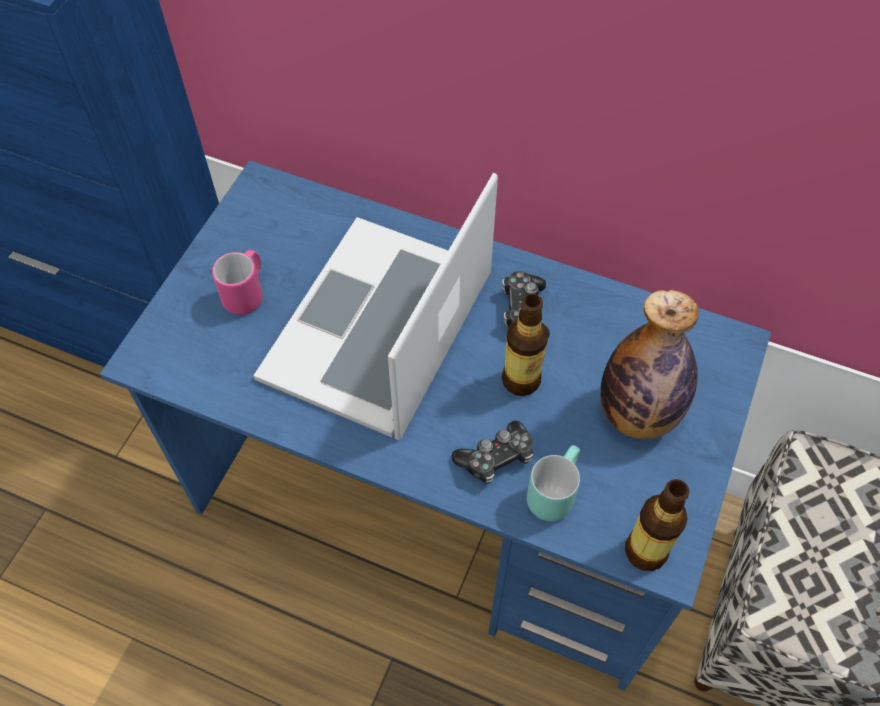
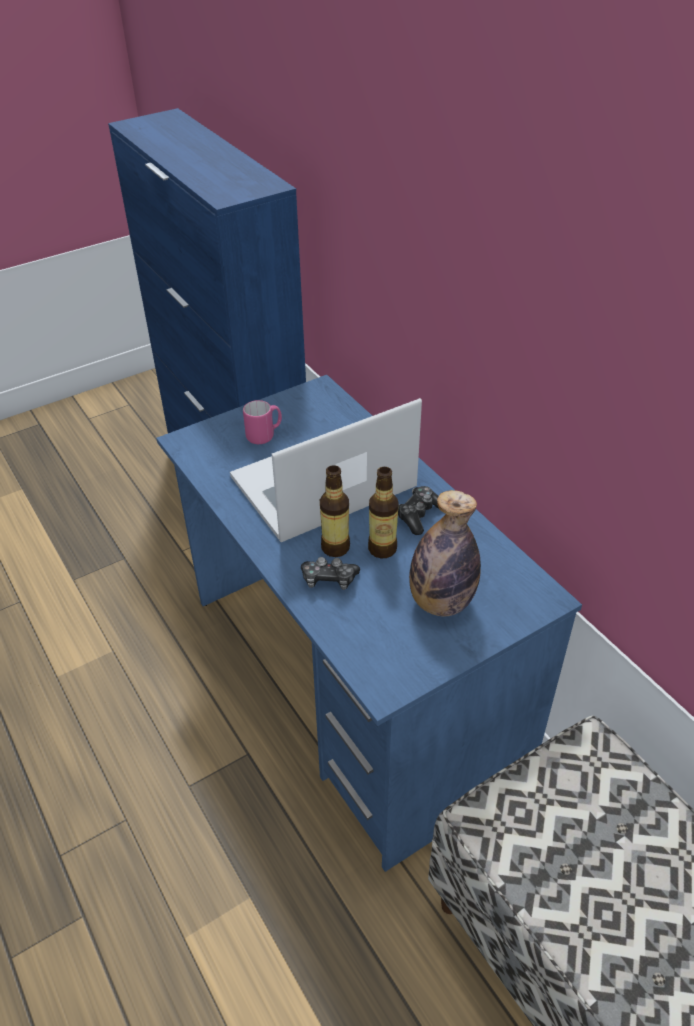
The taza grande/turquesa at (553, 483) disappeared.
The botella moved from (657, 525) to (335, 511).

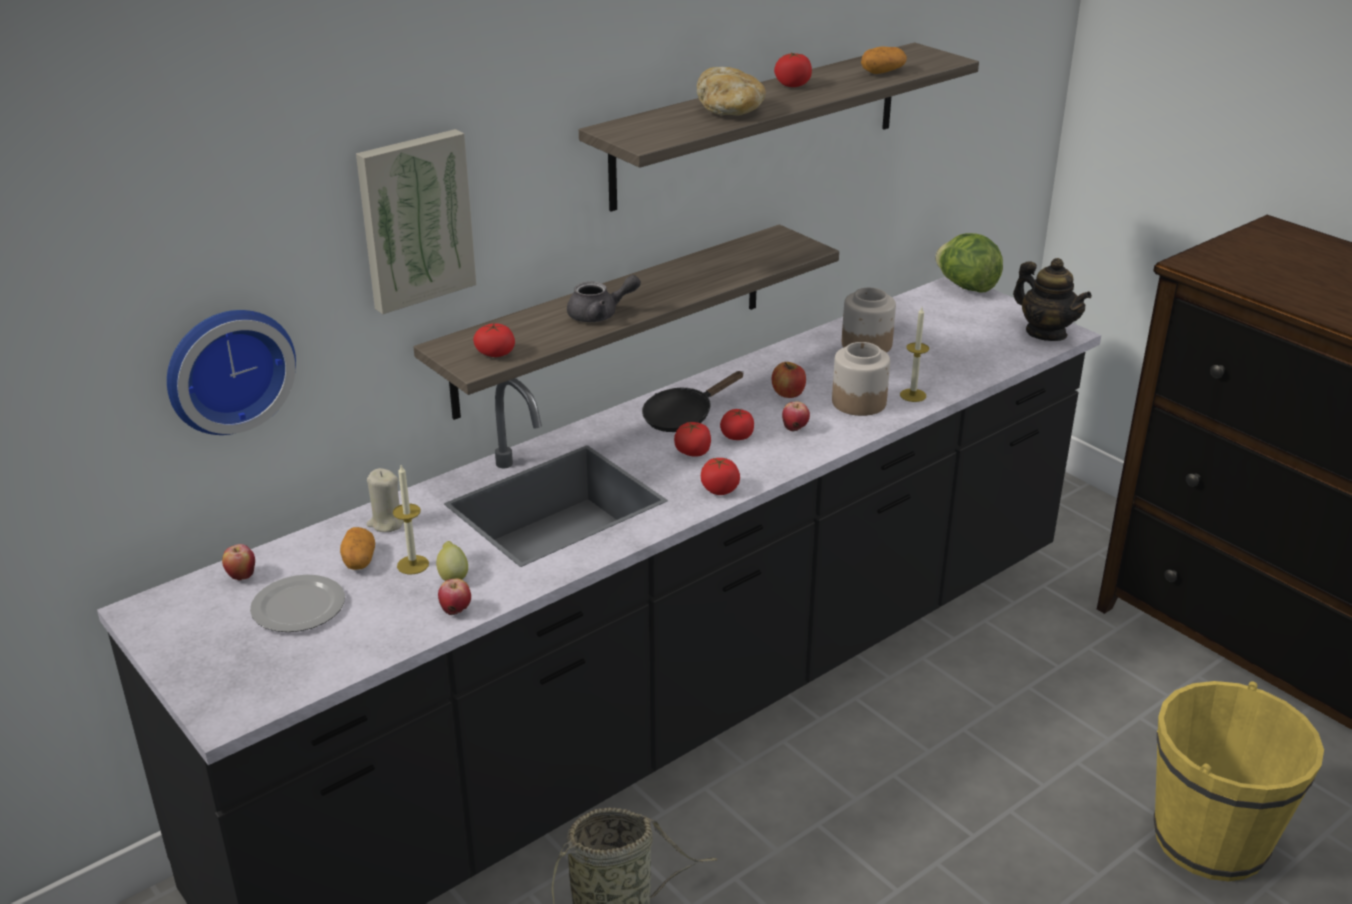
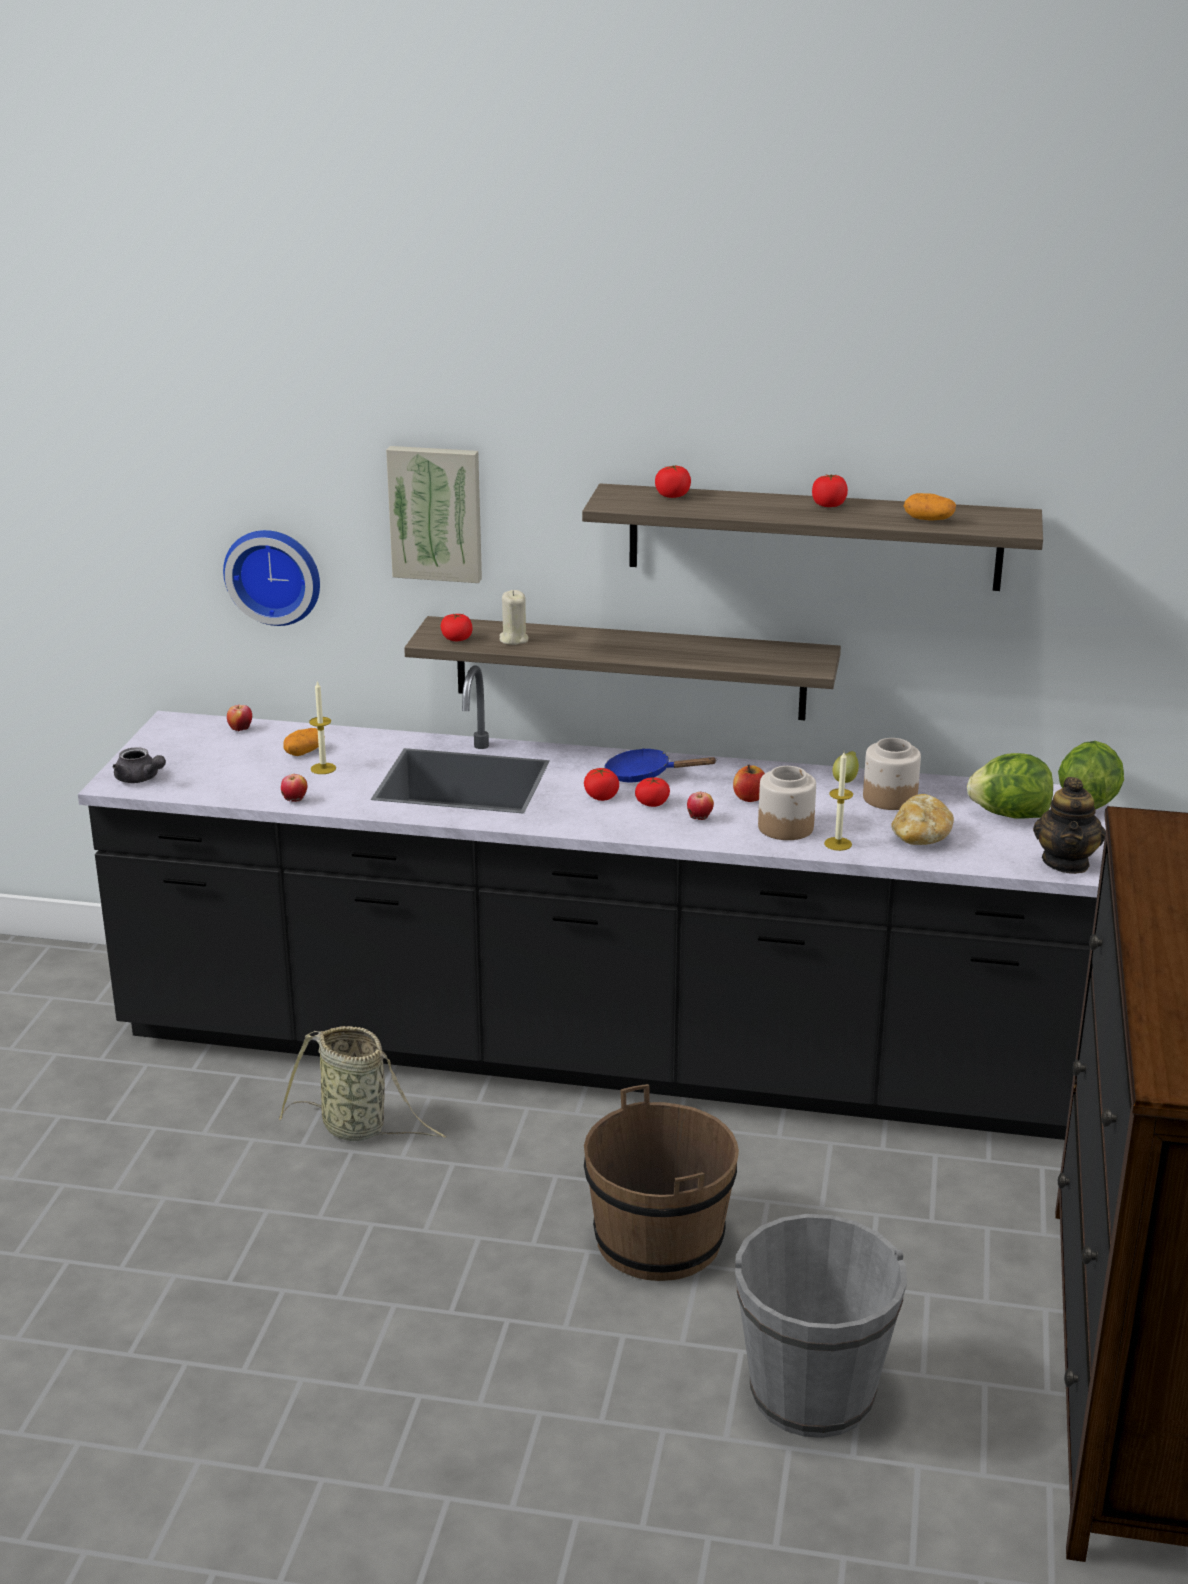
The pan moved from (731, 91) to (922, 819).
The tetera/gris moved from (604, 298) to (139, 765).
The sartén/negro at (692, 401) became the sartén/azul at (661, 765).
The tomate moved from (720, 476) to (673, 481).
The vela/beis moved from (385, 500) to (513, 617).
The limón moved from (452, 561) to (845, 767).
The plato at (297, 603) disappeared.
The cubo/amarillo at (1239, 781) became the cubo/gris at (821, 1326).
The lechuga at (1010, 786) appeared.
The cubo/marrón at (661, 1182) appeared.

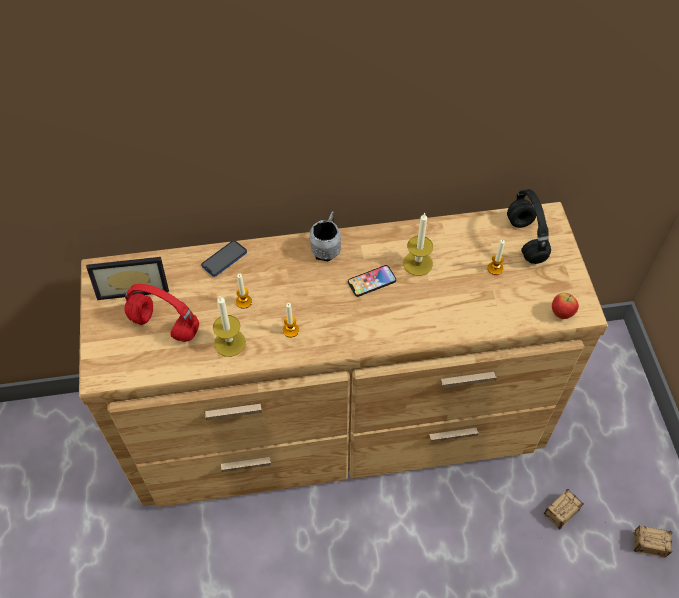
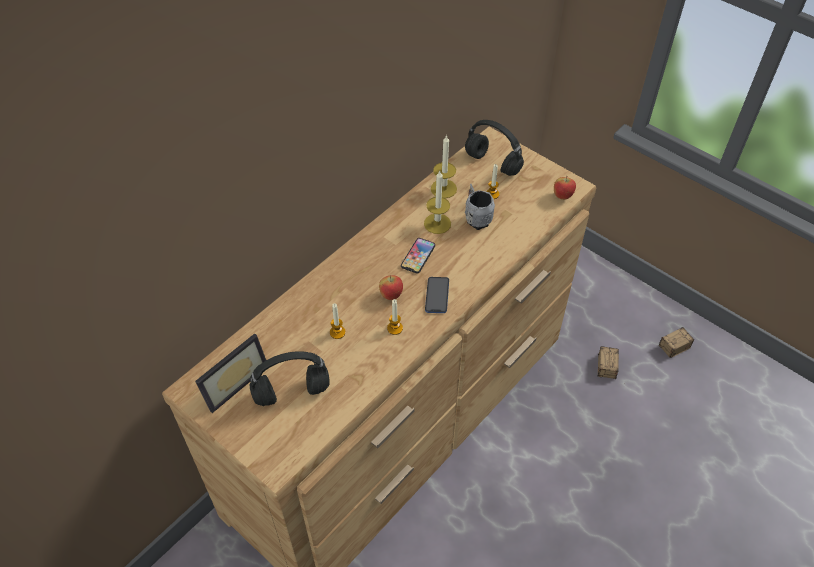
The taza grande/gris moved from (325, 237) to (480, 207).
The móvil moved from (224, 258) to (437, 295).
The auriculares/rojo at (161, 313) became the auriculares/negro at (290, 378).
The vela moved from (229, 326) to (444, 166).
The manzana at (391, 287) appeared.

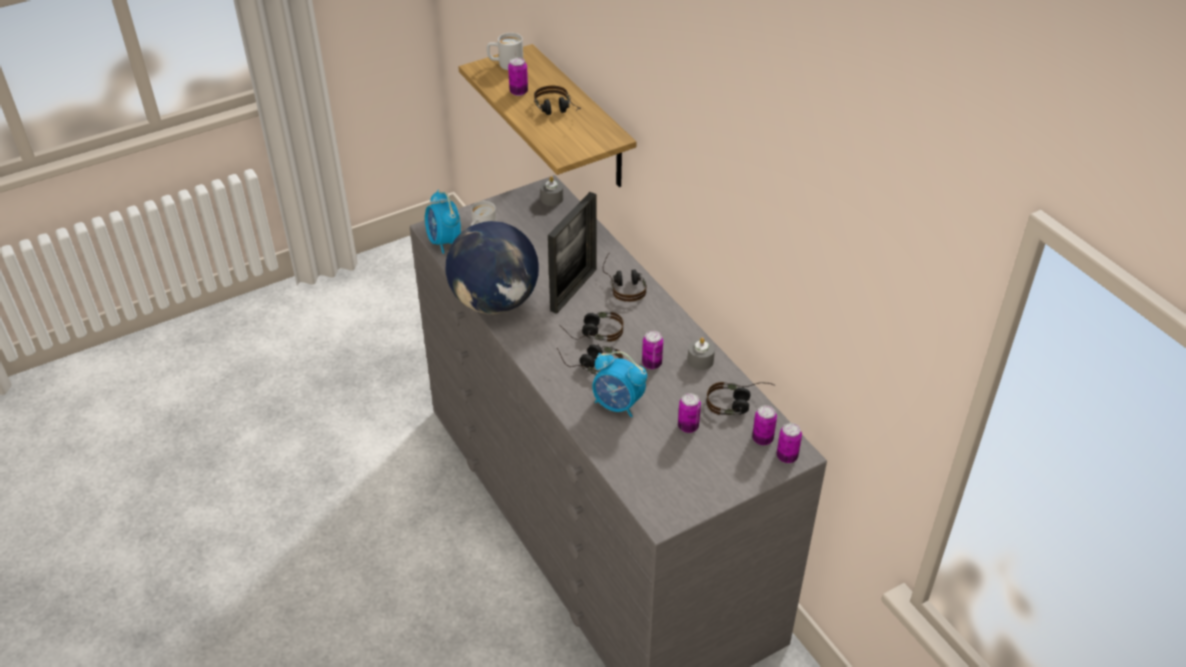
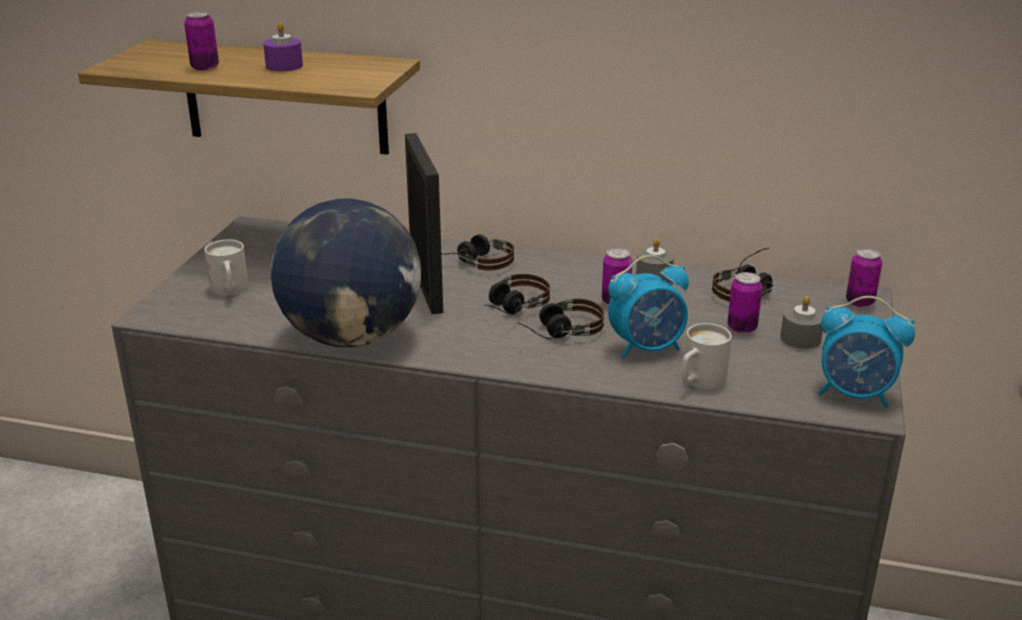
The taza grande/blanco moved from (505, 51) to (706, 356).
The auriculares at (557, 100) was replaced by the vela/morado at (283, 46).
The vela/gris moved from (551, 191) to (802, 322).
The despertador moved from (443, 222) to (866, 352).
The lata at (764, 425) disappeared.

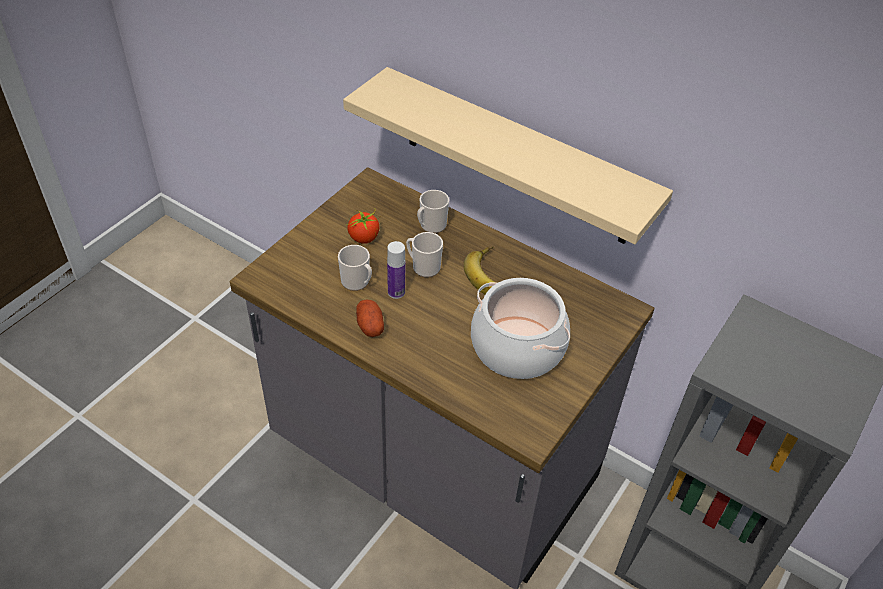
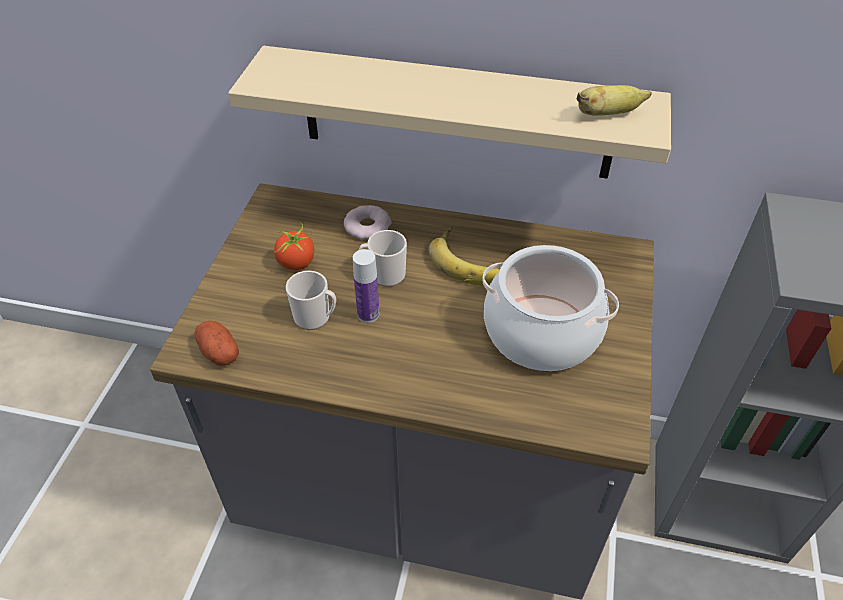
The taza grande at (433, 211) was replaced by the rosquilla at (368, 222).
The patata moved from (370, 318) to (216, 343).
The plátano at (614, 100) appeared.

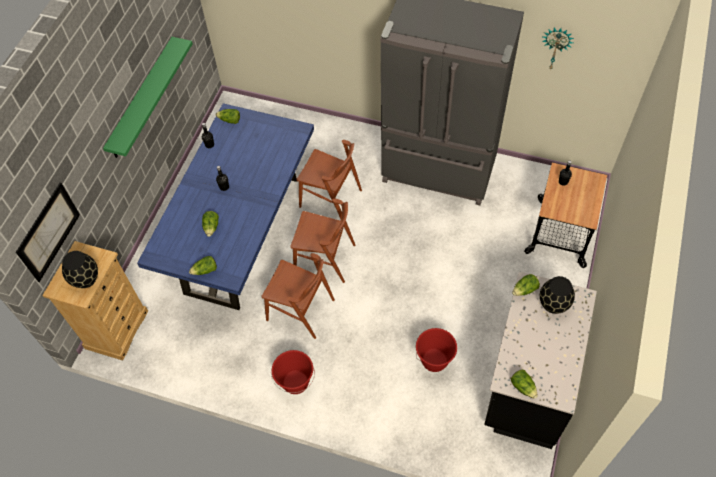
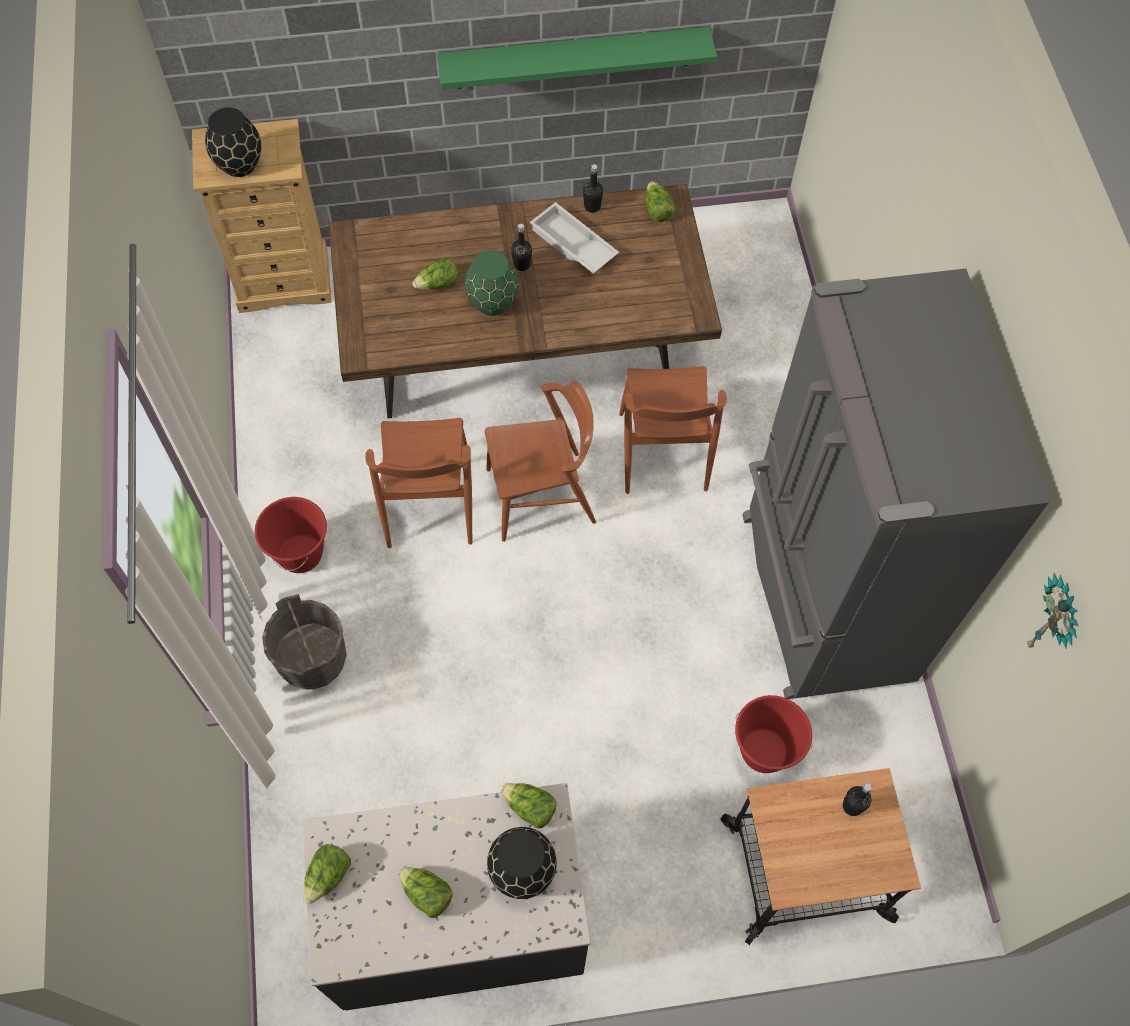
The mesa de comedor/azul at (225, 206) became the mesa de comedor/marrón at (525, 301).
The cuadro at (48, 232) disappeared.
The silla/marrón at (323, 241) turned 90 degrees counterclockwise.
The lechuga moved from (203, 265) to (425, 892).
The cubo/rojo moved from (436, 350) to (773, 734).
The bandeja/blanco at (574, 238) appeared.
The florero/verde at (491, 283) appeared.
The cubo/gris at (304, 641) appeared.

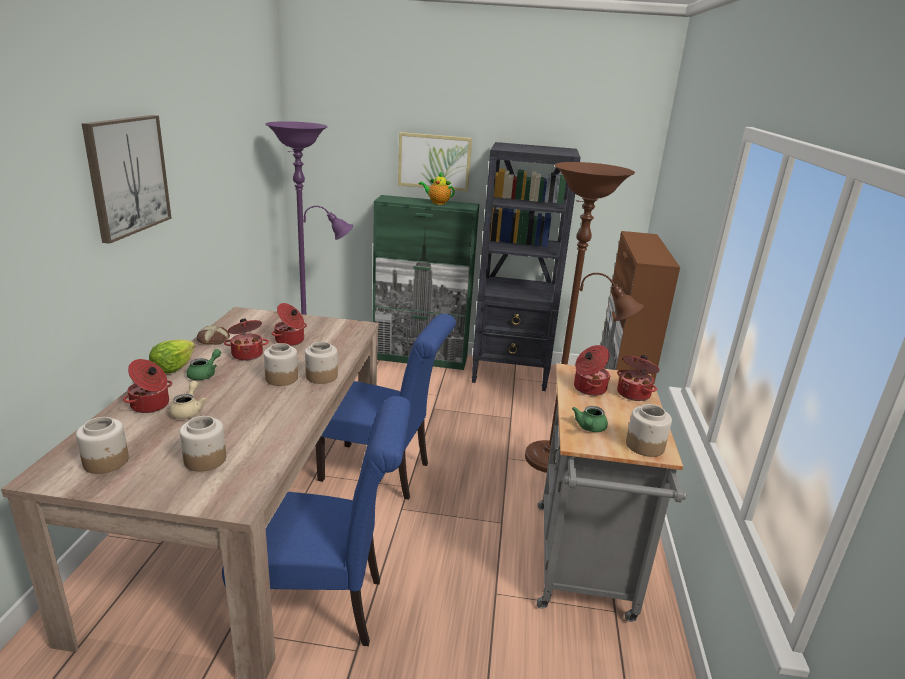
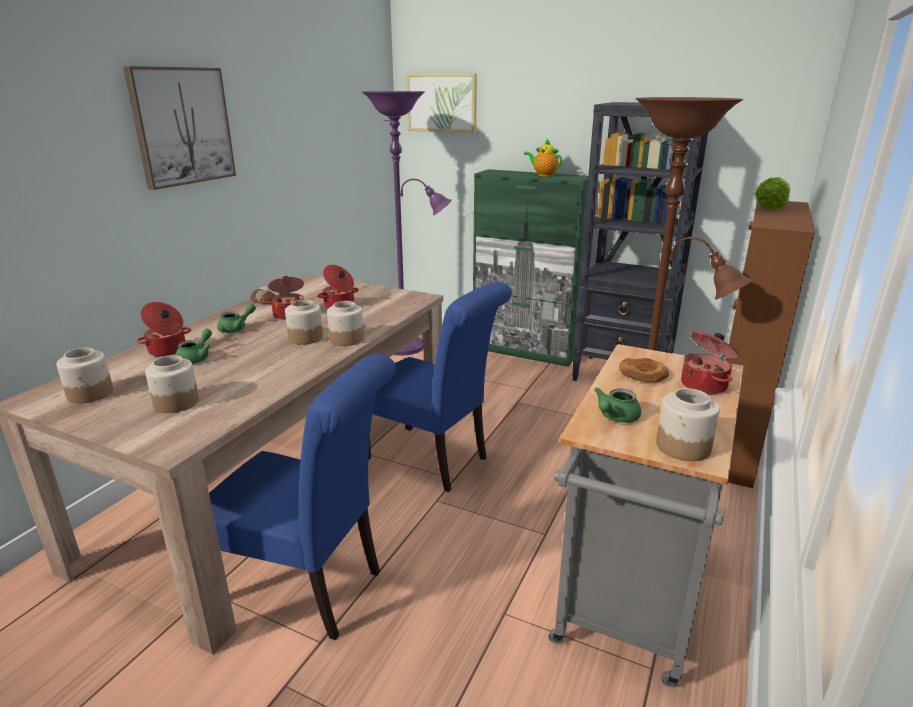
The cuadro moved from (435, 162) to (441, 103).
The lechuga moved from (172, 356) to (772, 193).
The olla at (592, 370) was replaced by the pan at (644, 370).
The tetera/beis at (188, 400) became the tetera/verde at (193, 346).

